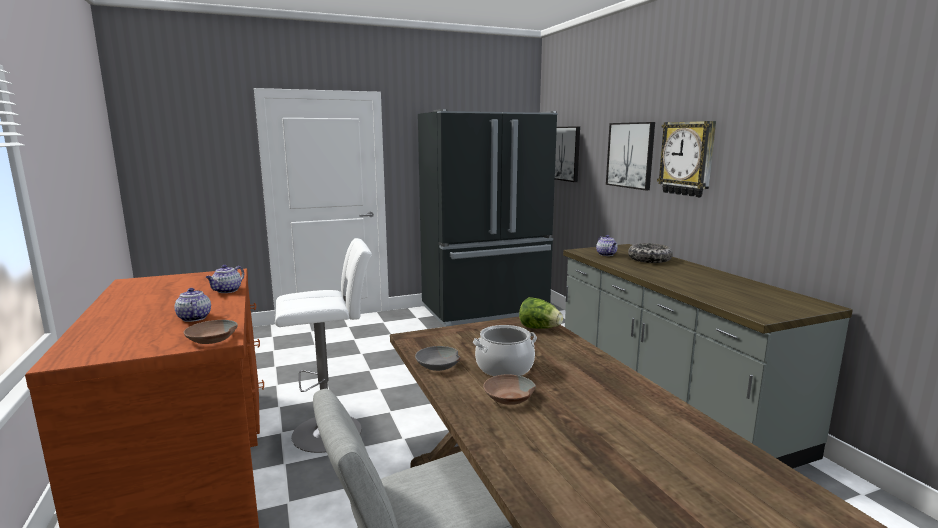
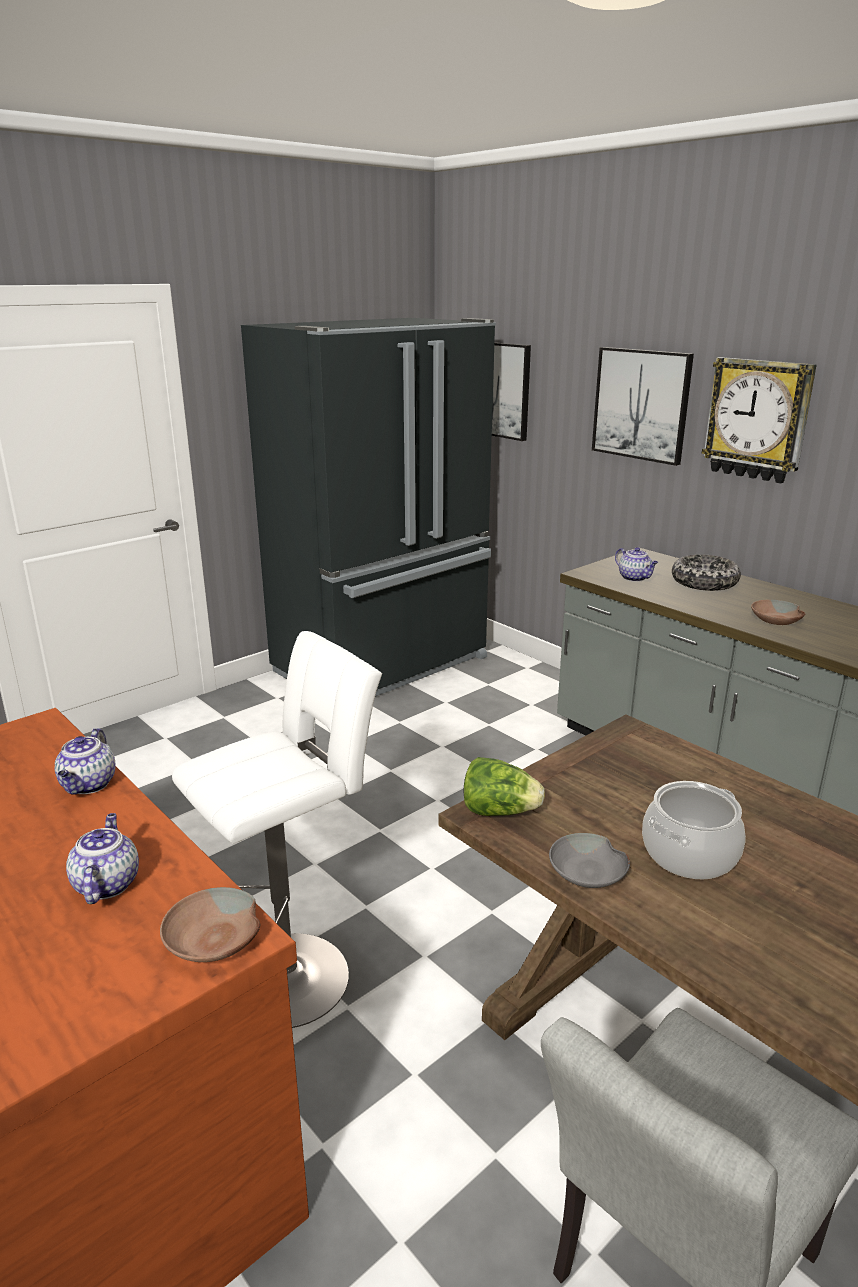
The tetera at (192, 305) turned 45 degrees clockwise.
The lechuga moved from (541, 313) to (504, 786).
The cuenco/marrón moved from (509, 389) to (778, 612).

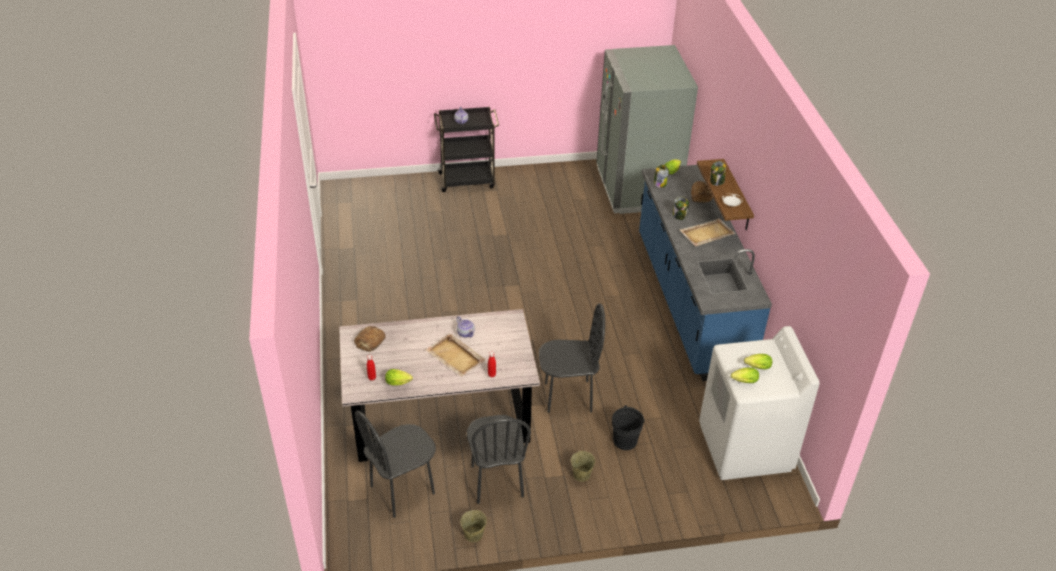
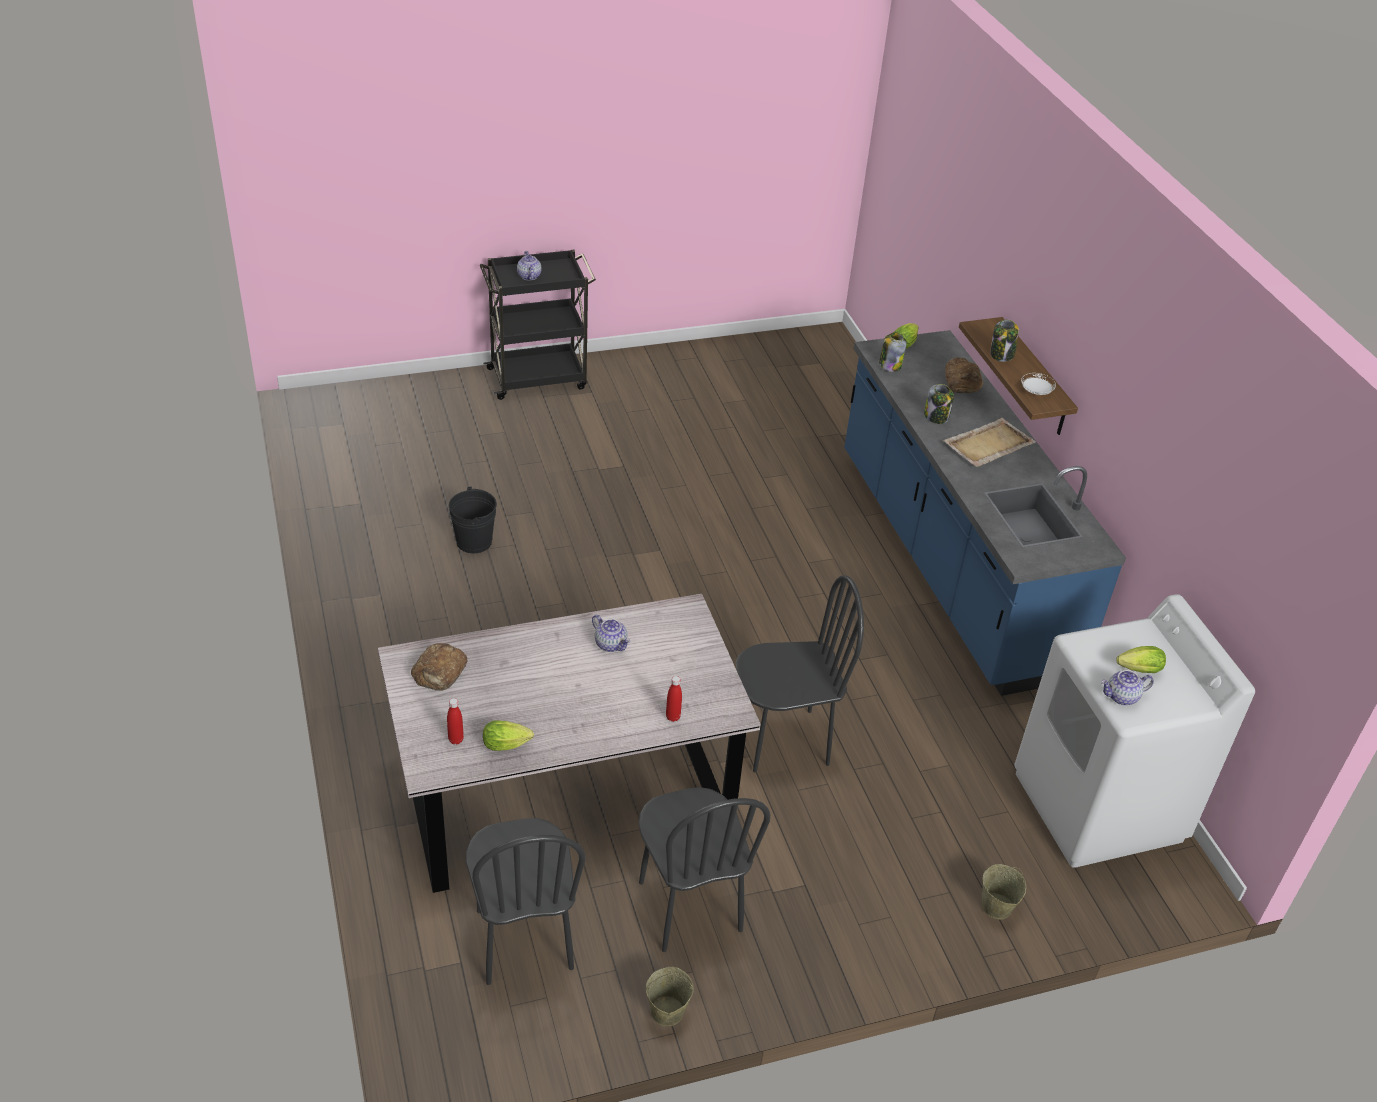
The nevera/gris at (647, 129) disappeared.
The bandeja/beis at (455, 355) disappeared.
The lechuga at (745, 375) was replaced by the tetera at (1127, 687).
The cubo/negro moved from (628, 427) to (473, 519).
The silla/negro at (395, 464) turned 60 degrees counterclockwise.
The cubo/beis moved from (583, 466) to (1004, 891).

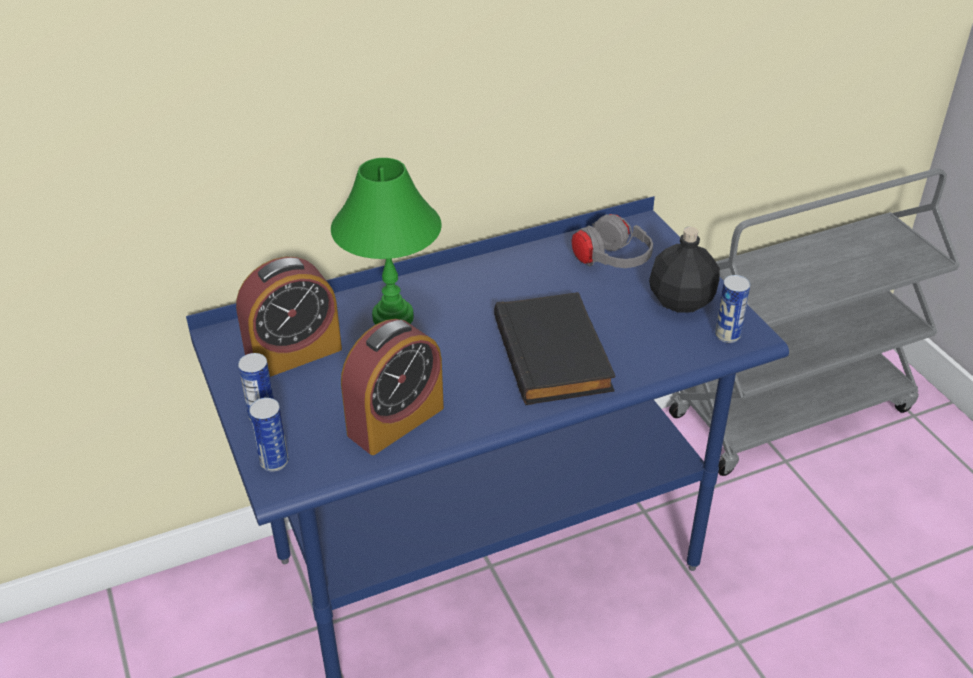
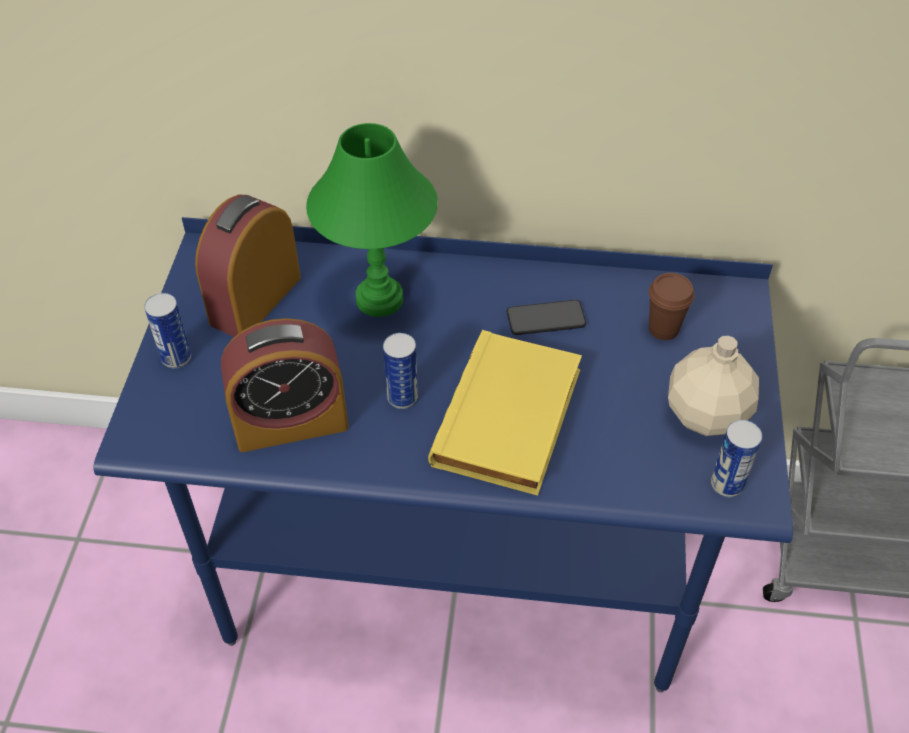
The auriculares/gris at (612, 241) was replaced by the taza/marrón at (671, 306).
The botella/negro at (684, 270) became the botella/beis at (713, 385).
The despertador at (289, 317) turned 120 degrees clockwise.
The libro/negro at (555, 348) became the libro/amarillo at (505, 413).
The lata moved from (269, 435) to (400, 371).
The móvil at (546, 317) appeared.

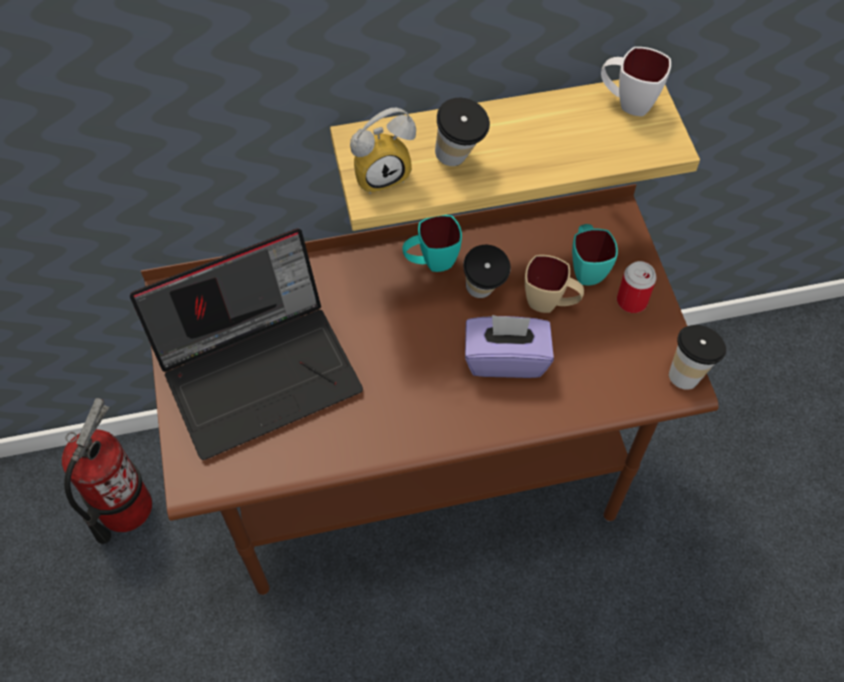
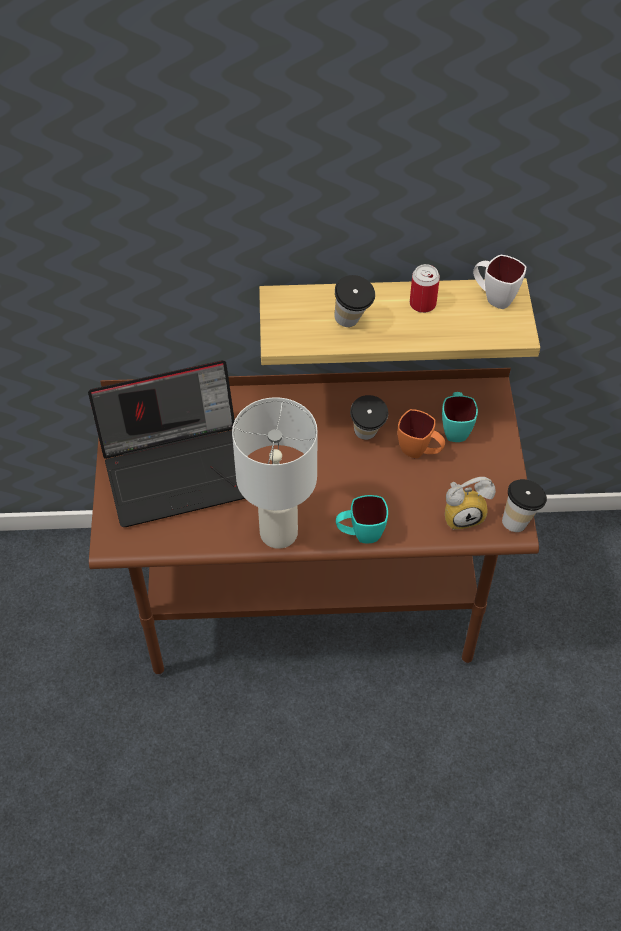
The despertador moved from (383, 150) to (470, 503).
The taza grande/turquesa moved from (432, 243) to (362, 519).
The taza grande/beis at (554, 284) became the taza grande/naranja at (421, 433).
The lata moved from (636, 287) to (425, 288).
The caja de pañuelos/morado at (509, 346) disappeared.
The extintor at (107, 471) disappeared.
The lámpara de mesa/blanco at (275, 473) appeared.

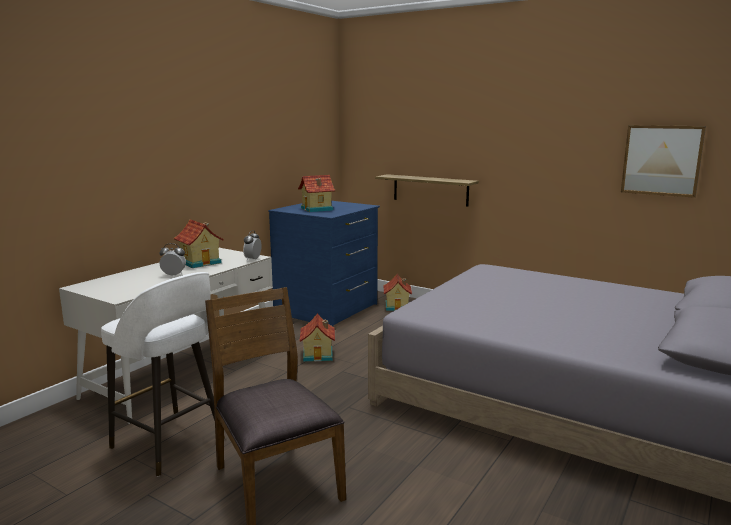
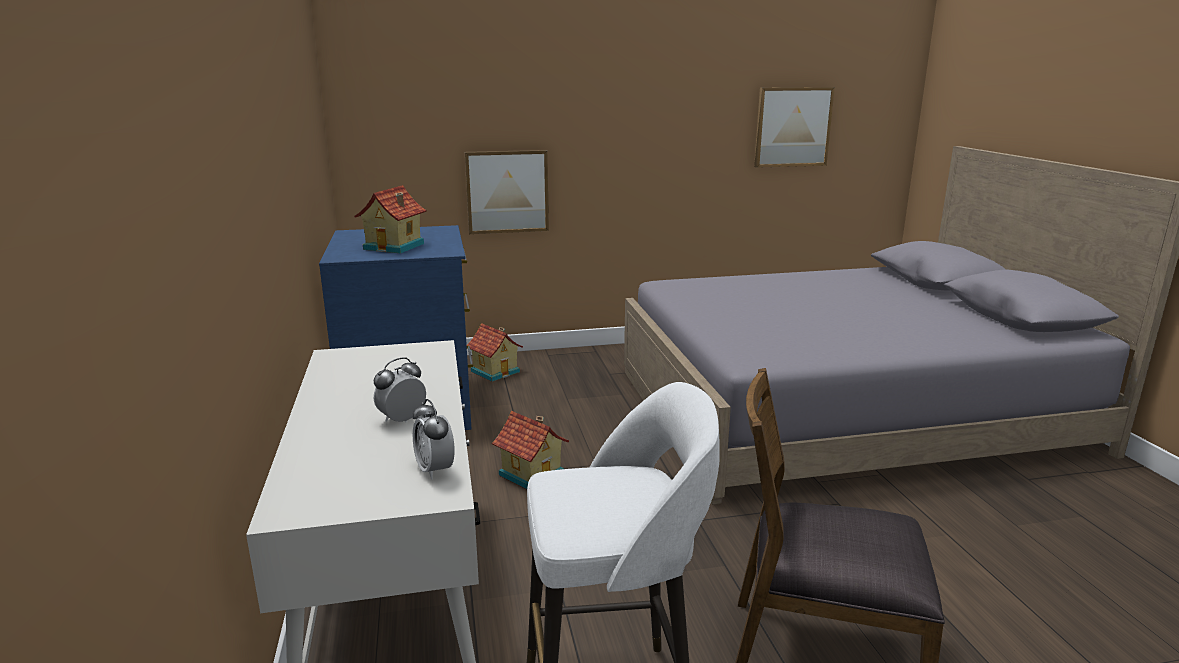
The estante at (427, 190) was replaced by the cuadro at (507, 192).
The casita at (199, 243) disappeared.
The despertador moved from (252, 245) to (433, 439).

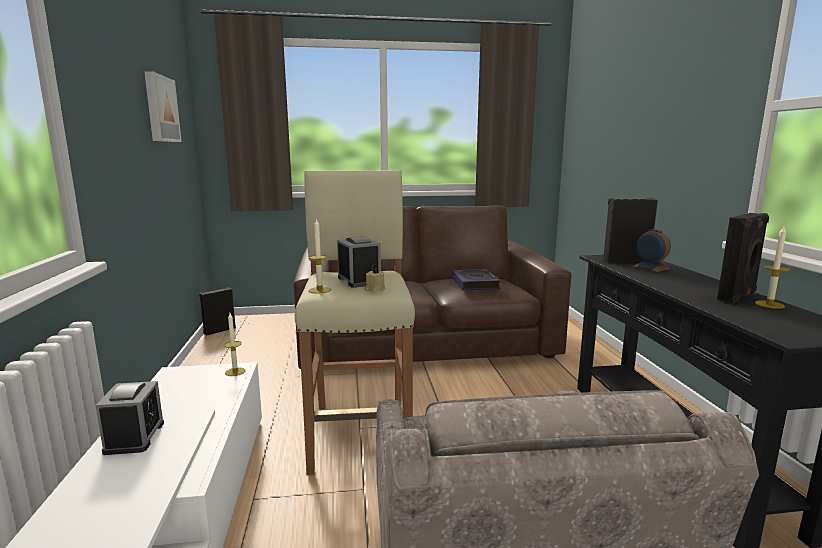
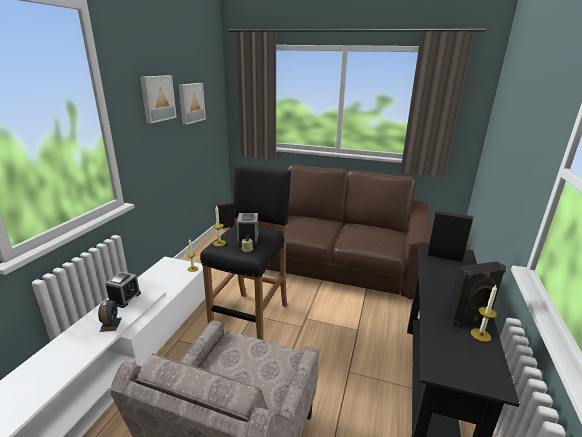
The taburete/beis at (355, 322) became the taburete/negro at (245, 252).
The despertador moved from (651, 250) to (110, 316).
The libro at (476, 280) disappeared.
The cuadro at (158, 99) appeared.

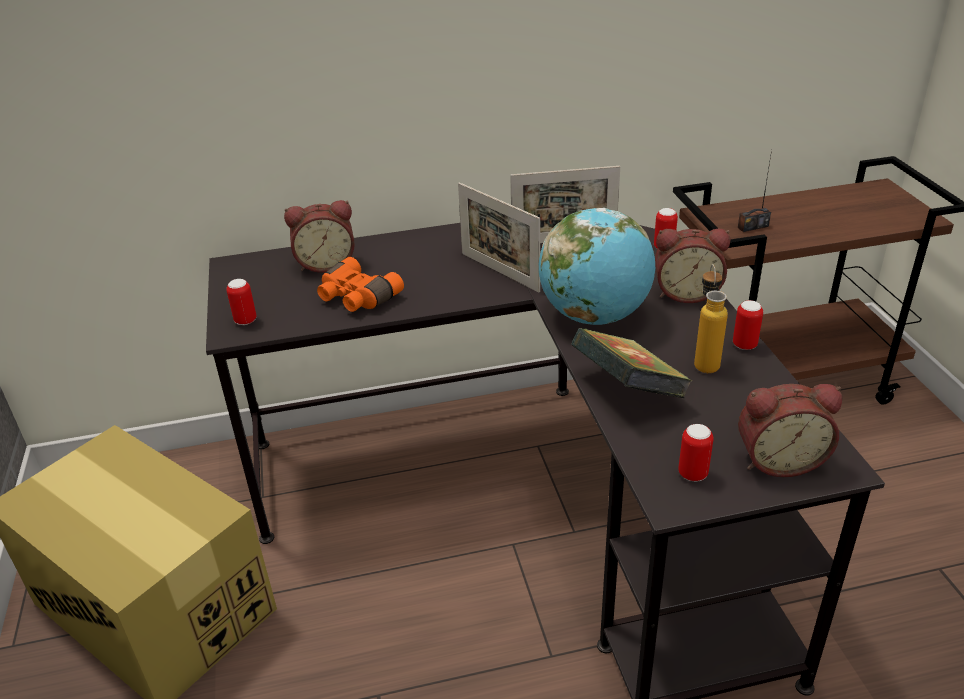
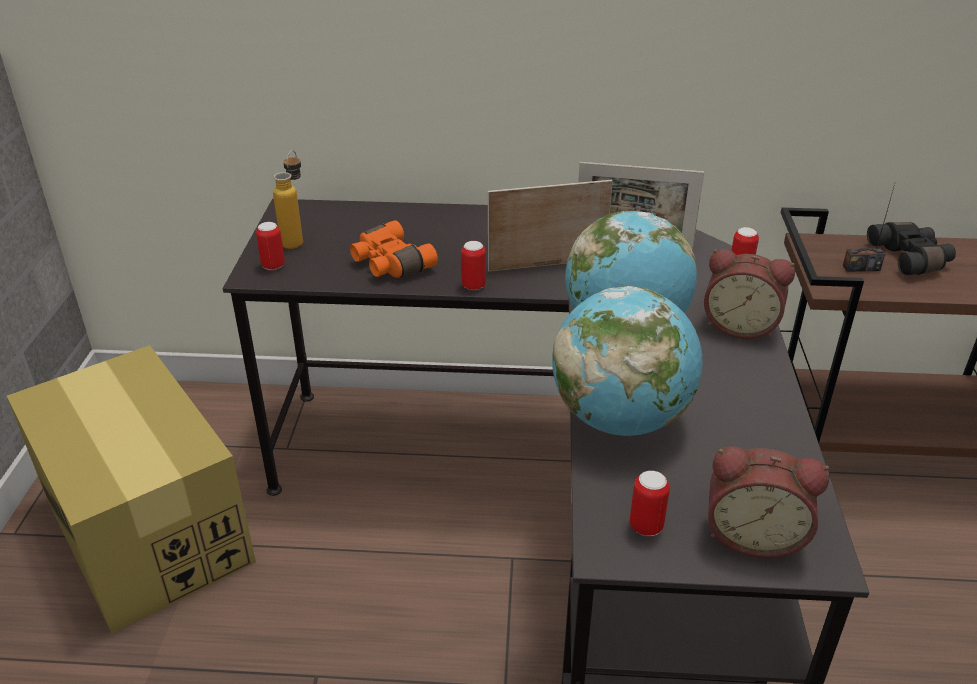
The portarretratos at (499, 237) turned 105 degrees clockwise.
The despertador at (319, 236) disappeared.
The botella moved from (711, 318) to (288, 199).
The lata moved from (748, 325) to (473, 265).
The libro at (631, 363) was replaced by the globo terráqueo at (627, 361).
The prismáticos/negro at (911, 248) appeared.

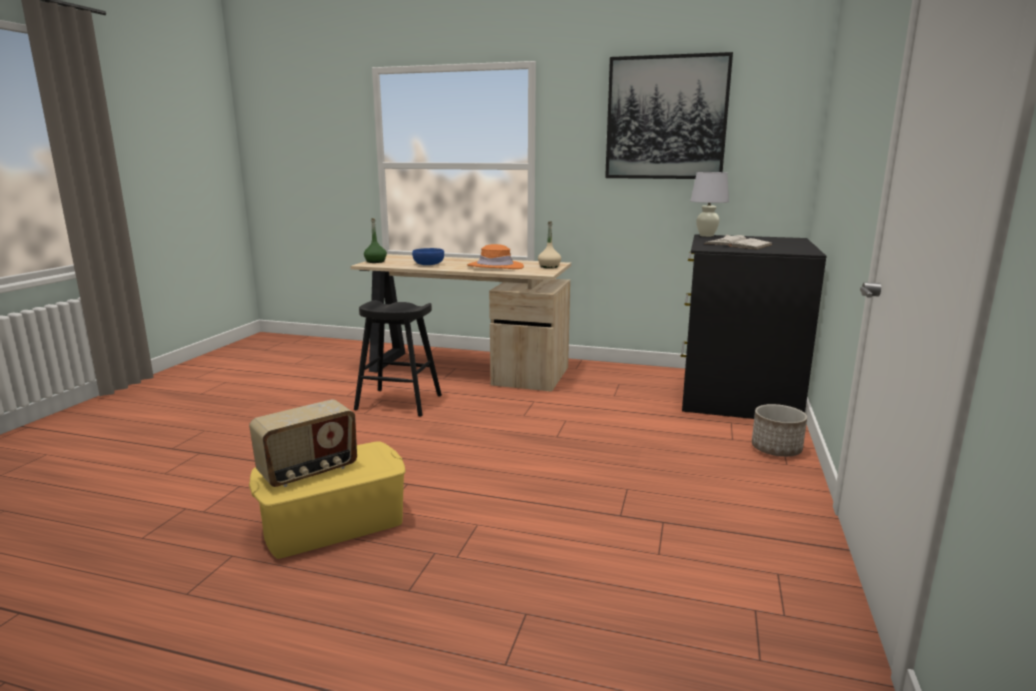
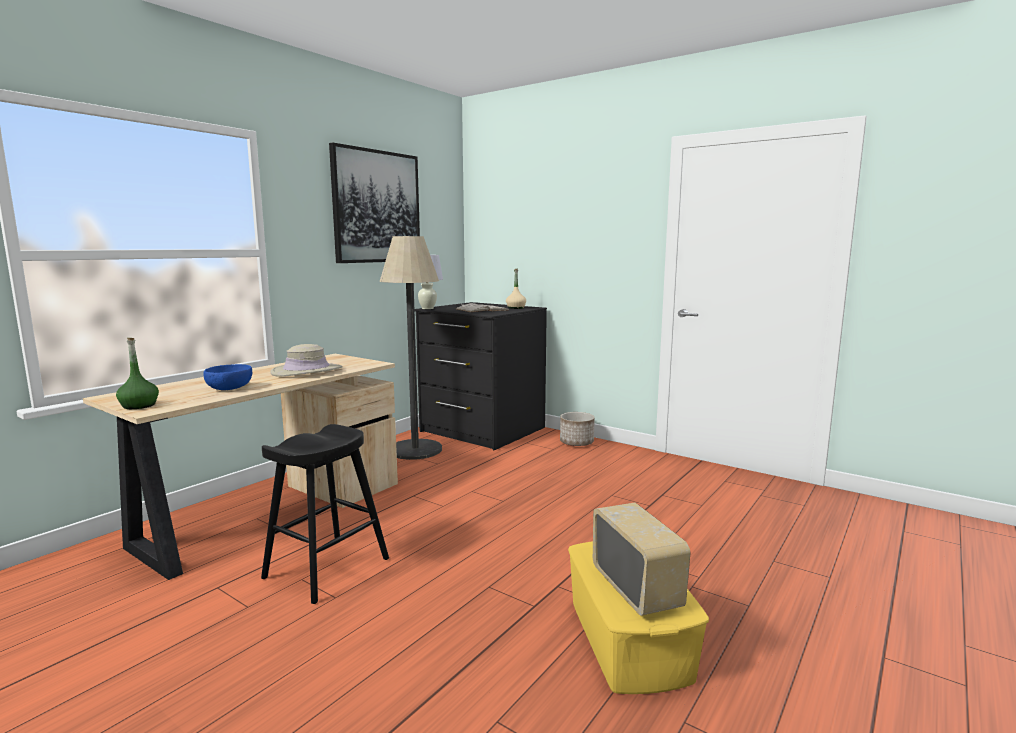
The botella/beis moved from (549, 244) to (516, 288).
The sombrero/naranja at (495, 256) became the sombrero/beis at (306, 360).
The lámpara de pie at (411, 348) appeared.

